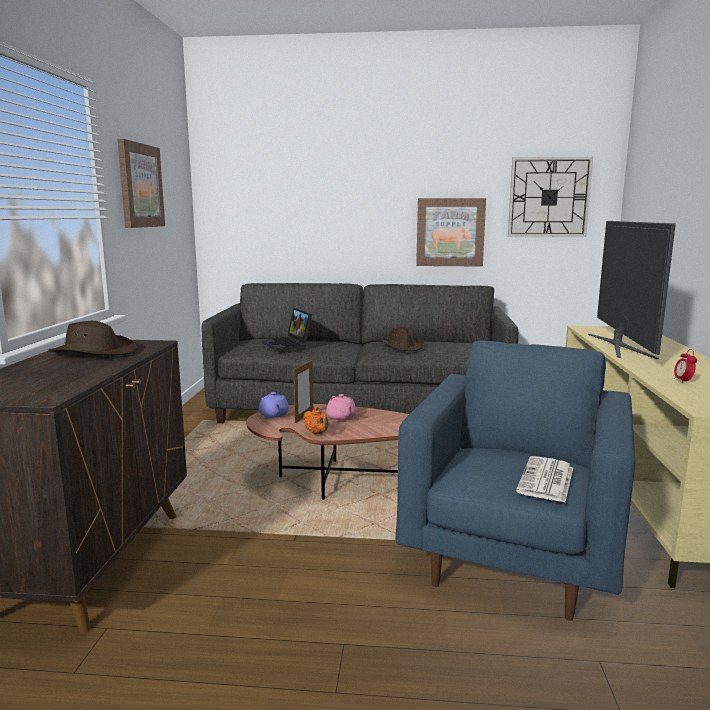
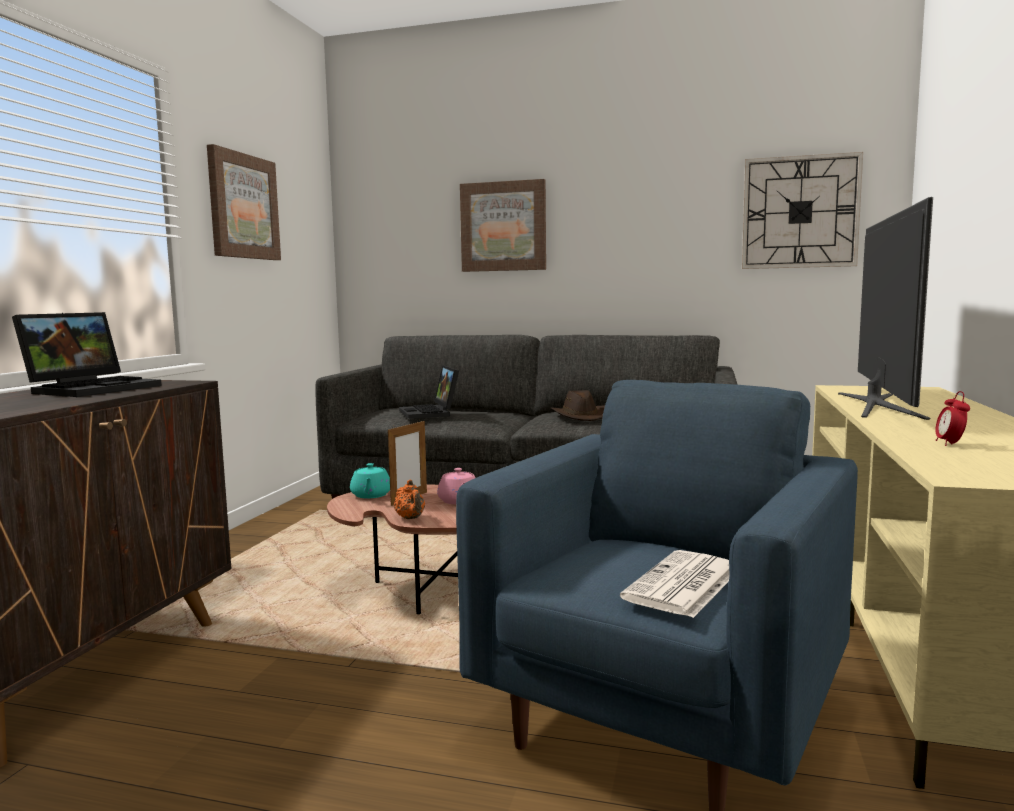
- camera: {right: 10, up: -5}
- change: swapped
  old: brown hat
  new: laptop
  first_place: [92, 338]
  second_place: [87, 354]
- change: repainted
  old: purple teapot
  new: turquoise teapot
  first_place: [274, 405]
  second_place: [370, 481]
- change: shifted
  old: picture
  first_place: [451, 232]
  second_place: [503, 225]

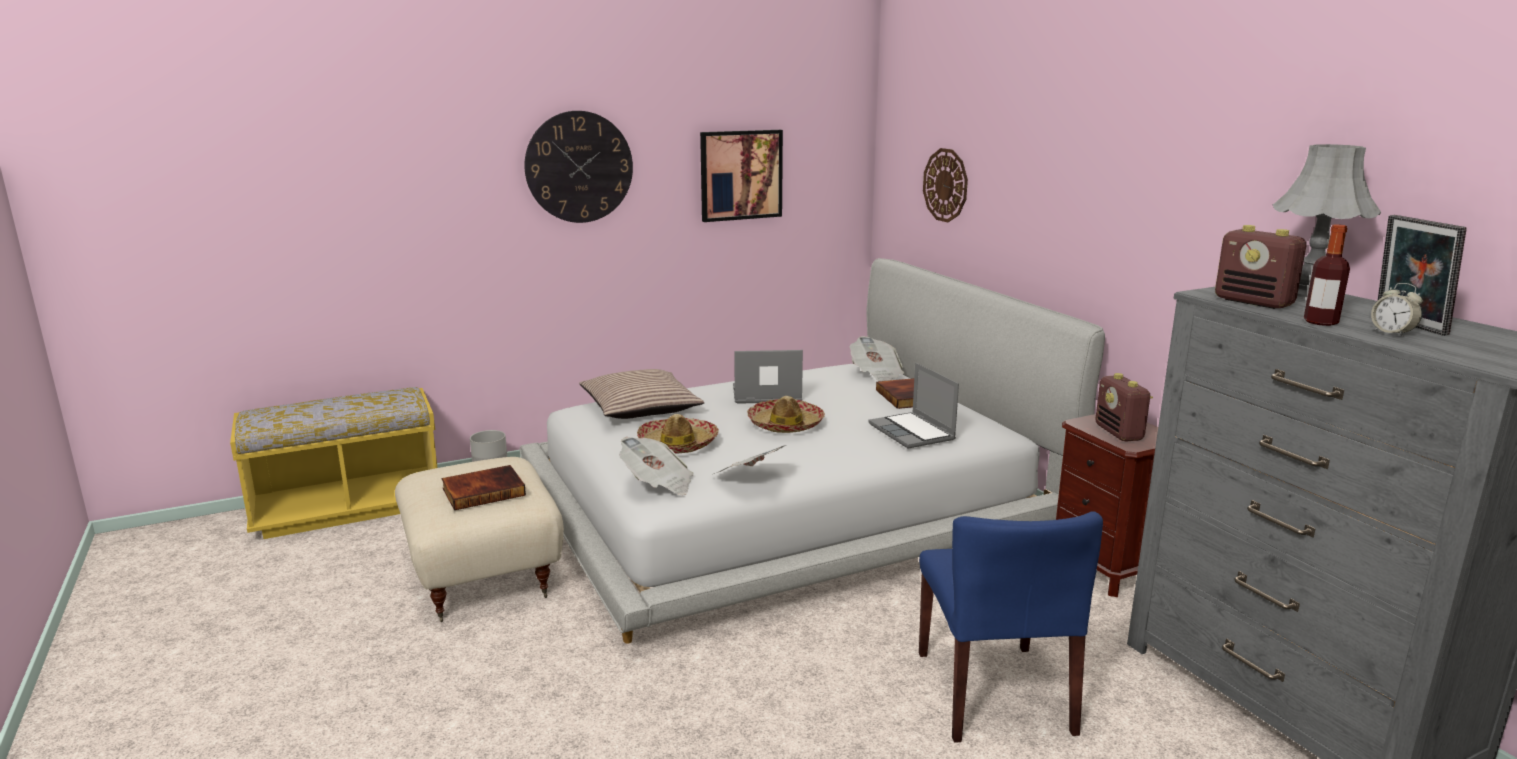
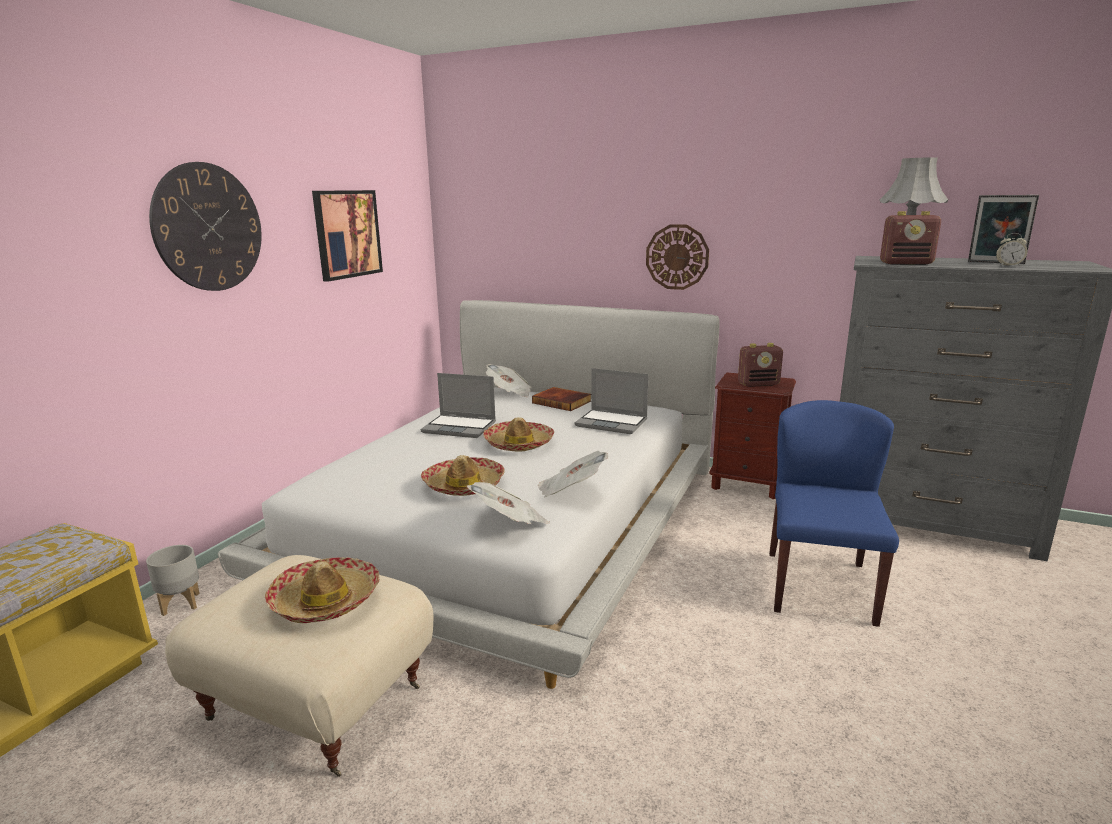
- camera: {right: -40, up: 0}
- change: swapped
  old: book
  new: hat
  first_place: [483, 487]
  second_place: [322, 590]
- change: rotated
  old: laptop
  first_place: [768, 377]
  second_place: [458, 405]
  degrees: -120
- change: shifted
  old: wall clock
  first_place: [945, 185]
  second_place: [677, 257]
- change: rotated
  old: radio
  first_place: [1124, 407]
  second_place: [760, 365]
  degrees: -45
- change: rotated
  old: blue chair
  first_place: [1011, 627]
  second_place: [834, 513]
  degrees: -120
- change: gone
  old: pillow
  first_place: [641, 394]
- change: gone
  old: bottle
  first_place: [1327, 275]

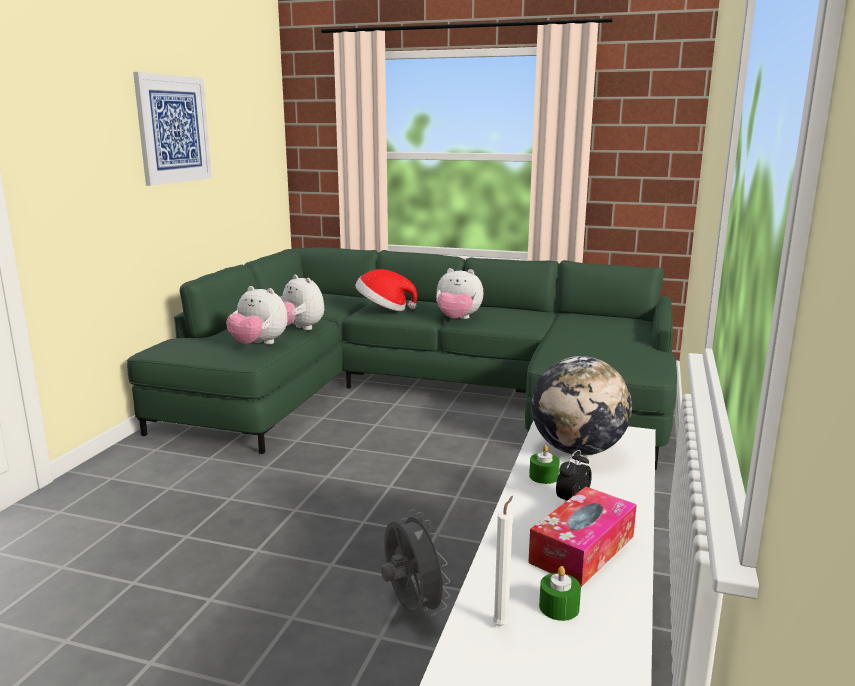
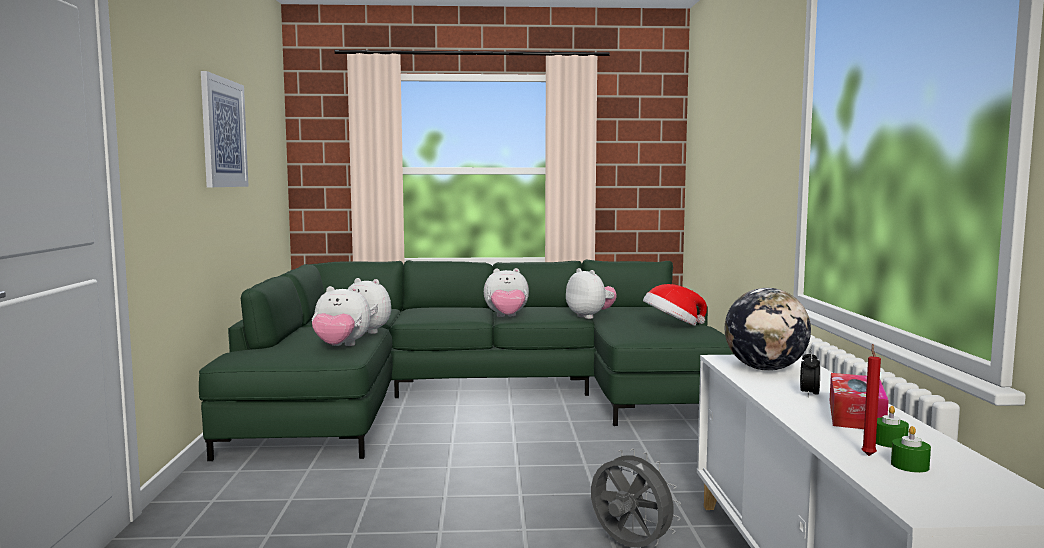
- camera: {right: -20, up: -10}
- change: new
  new: plush toy
  second_place: [591, 293]
- change: shifted
  old: hat
  first_place: [386, 290]
  second_place: [675, 305]
- change: repainted
  old: white candle
  new: red candle
  first_place: [503, 560]
  second_place: [871, 400]
- change: shifted
  old: green candle
  first_place: [544, 464]
  second_place: [911, 449]

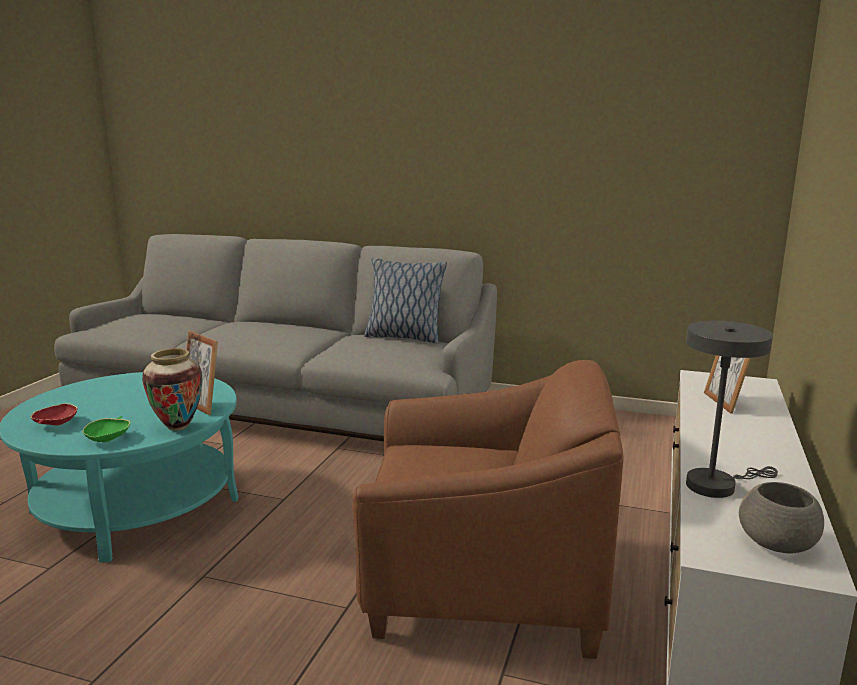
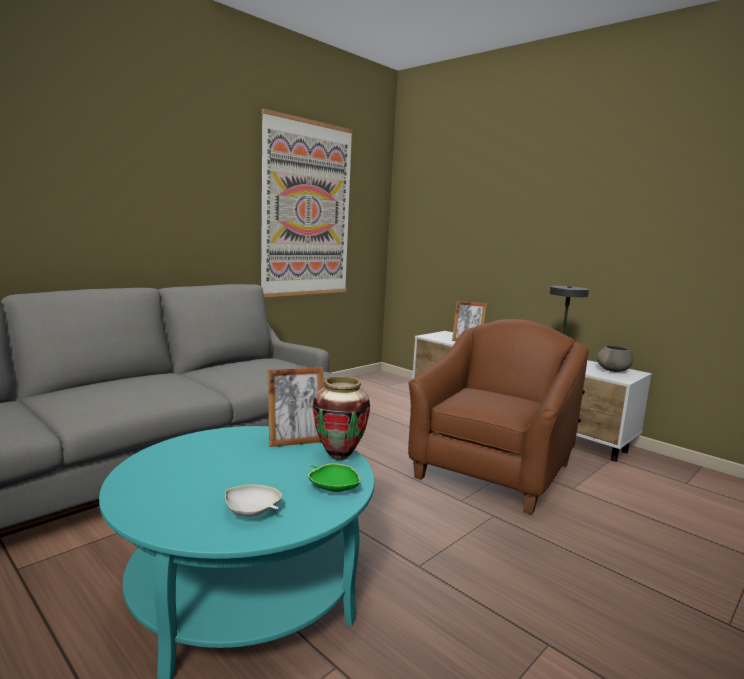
- camera: {right: -65, up: -5}
- change: repainted
  old: red bowl
  new: white bowl
  first_place: [54, 414]
  second_place: [253, 500]
- change: new
  new: picture
  second_place: [307, 203]
- change: gone
  old: pillow
  first_place: [405, 301]

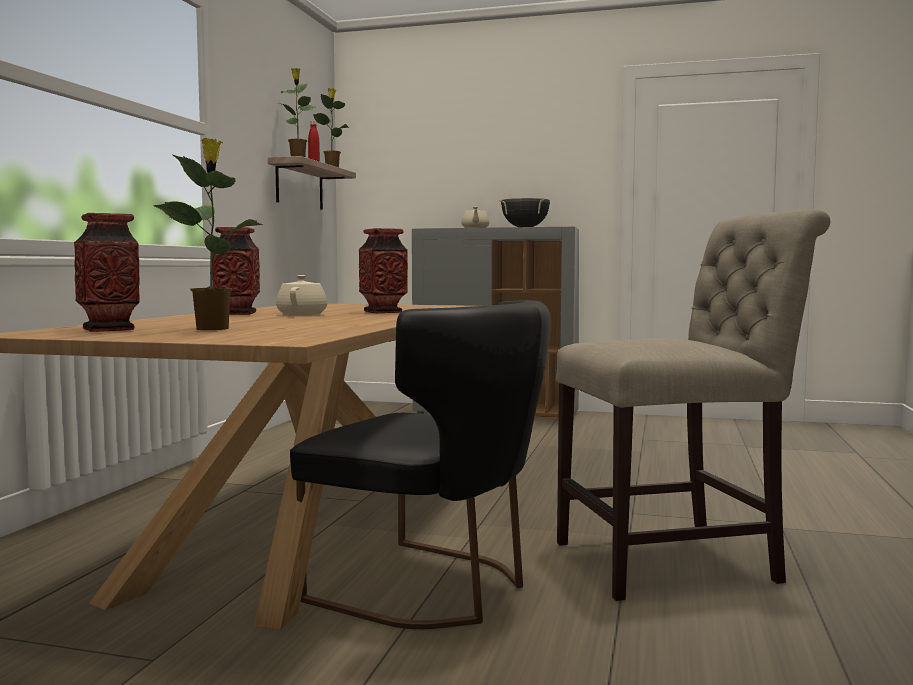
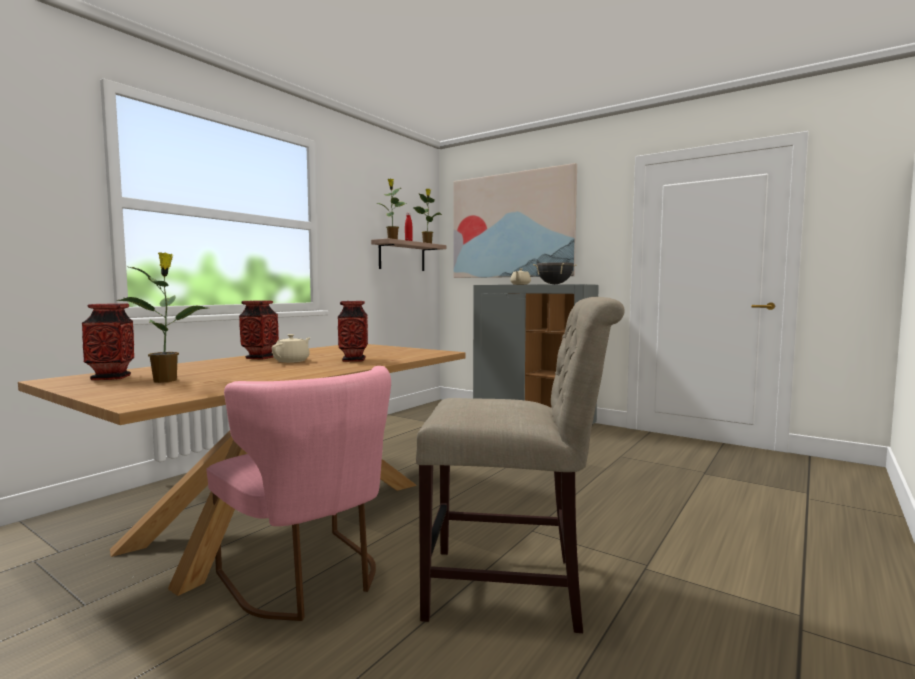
- camera: {right: 20, up: 0}
- change: repainted
  old: black chair
  new: pink chair
  first_place: [420, 464]
  second_place: [298, 493]
- change: new
  new: picture
  second_place: [515, 220]

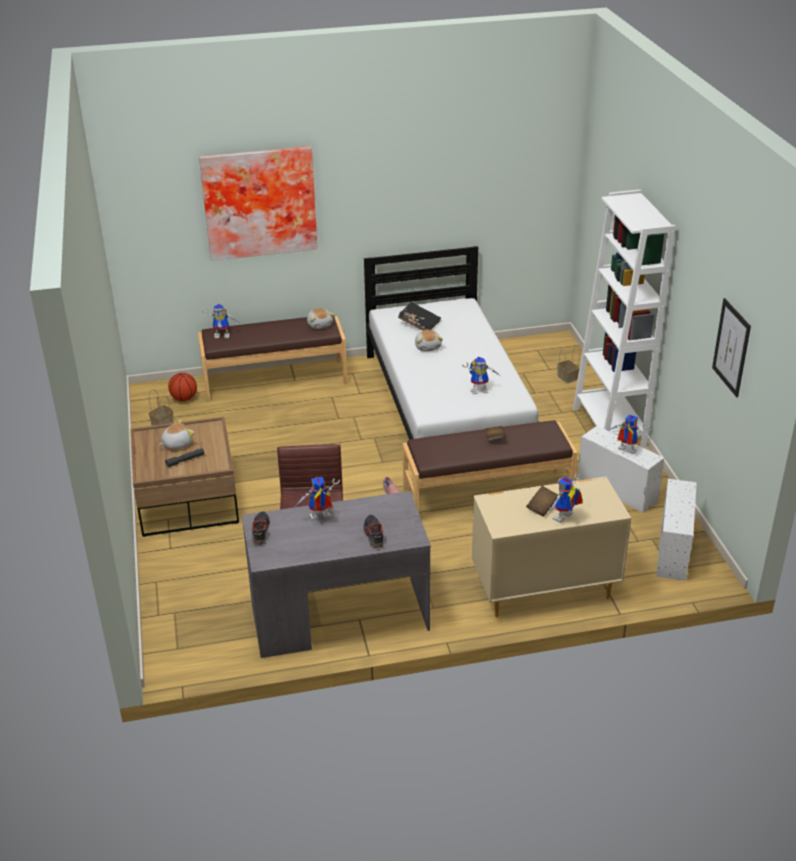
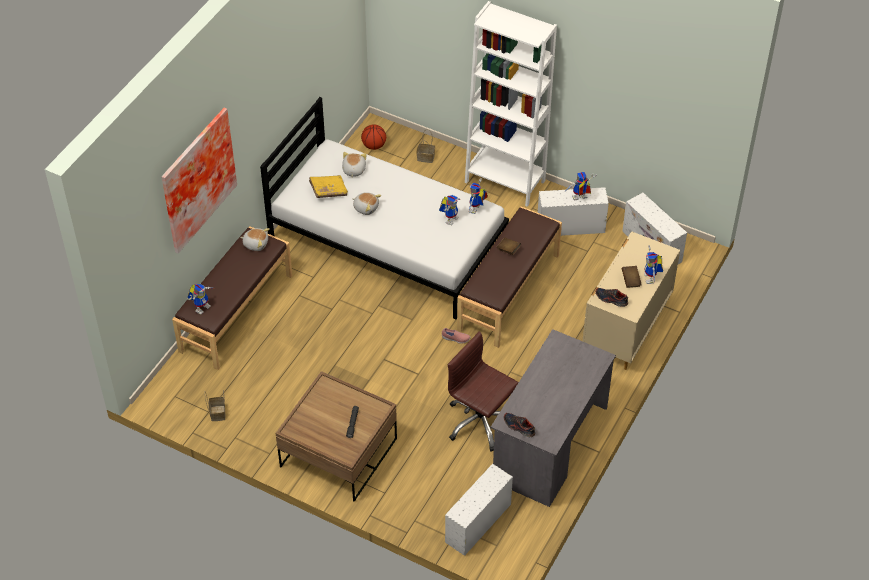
- camera: {right: -50, up: 15}
- change: repainted
  old: black book
  new: yellow book
  first_place: [419, 316]
  second_place: [328, 186]
- change: shifted
  old: plush toy
  first_place: [176, 434]
  second_place: [354, 164]
- change: shifted
  old: basketball
  first_place: [182, 387]
  second_place: [373, 137]
- change: new
  new: white storage box
  second_place: [479, 510]
- change: shifted
  old: toy robot
  first_place: [318, 499]
  second_place: [478, 196]
- change: shifted
  old: shoe
  first_place: [373, 531]
  second_place: [612, 297]
- change: gone
  old: picture
  first_place: [731, 347]

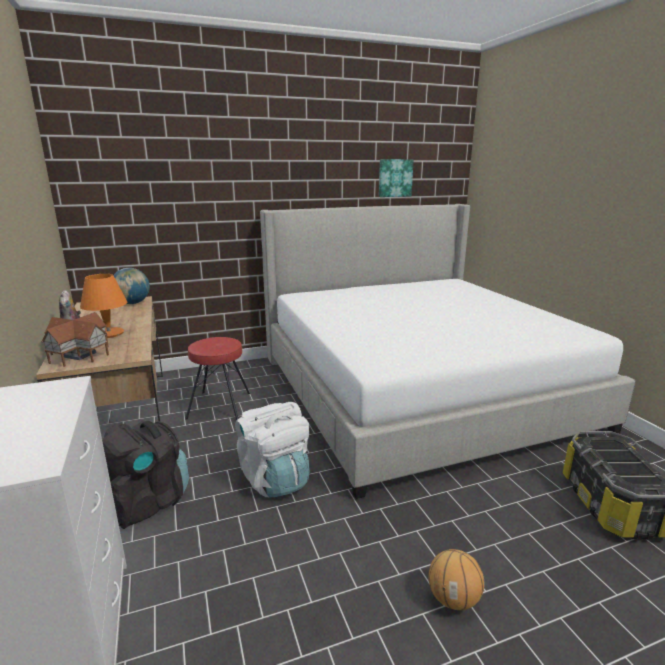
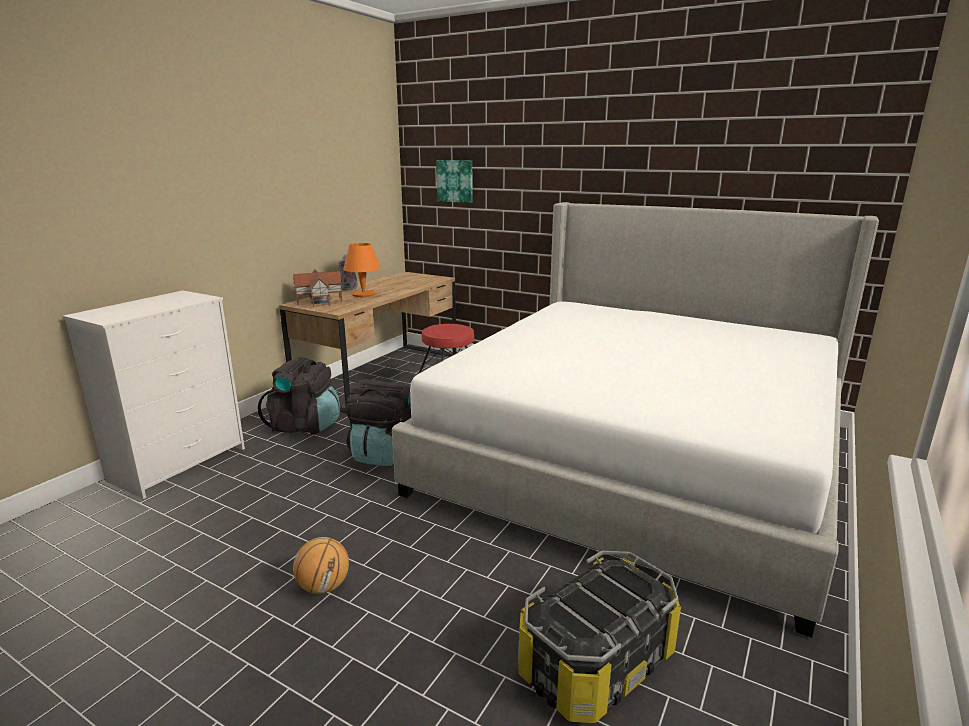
- camera: {right: 50, up: 0}
- change: repainted
  old: white backpack
  new: black backpack
  first_place: [272, 450]
  second_place: [378, 422]
- change: shifted
  old: picture
  first_place: [396, 178]
  second_place: [454, 181]
- change: gone
  old: globe
  first_place: [131, 286]

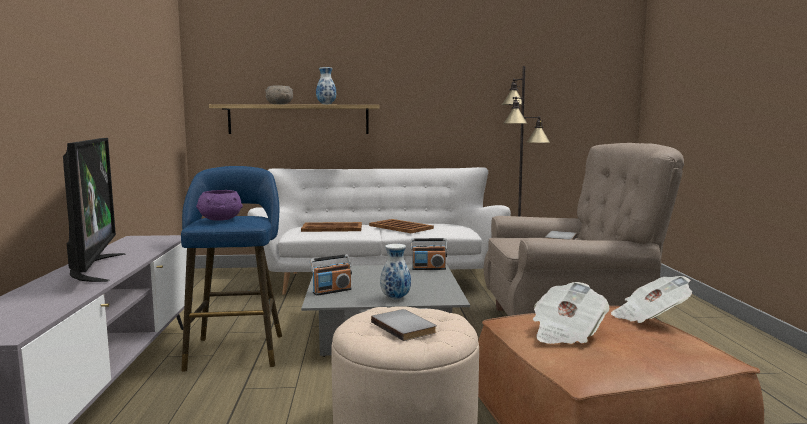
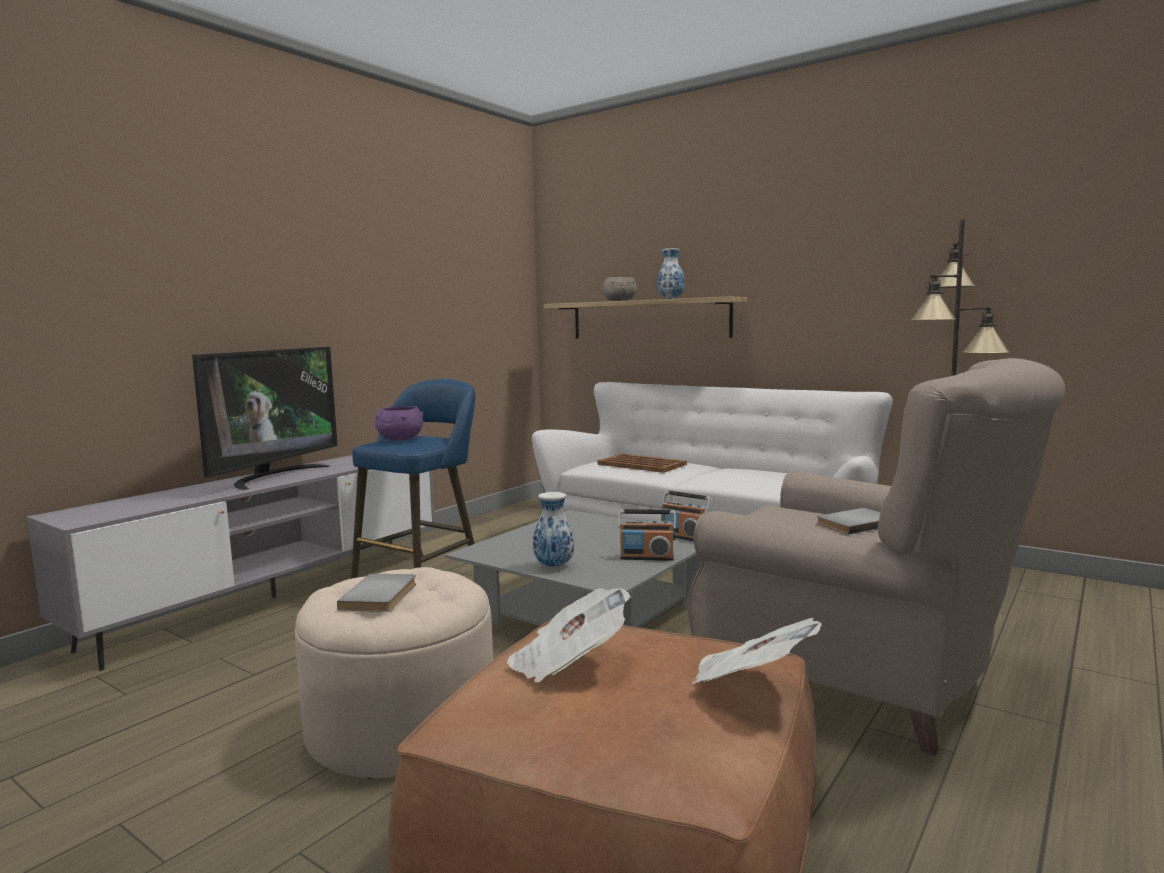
- camera: {right: 40, up: 0}
- change: shifted
  old: radio
  first_place: [331, 275]
  second_place: [647, 535]
- change: gone
  old: brown tray
  first_place: [401, 226]

